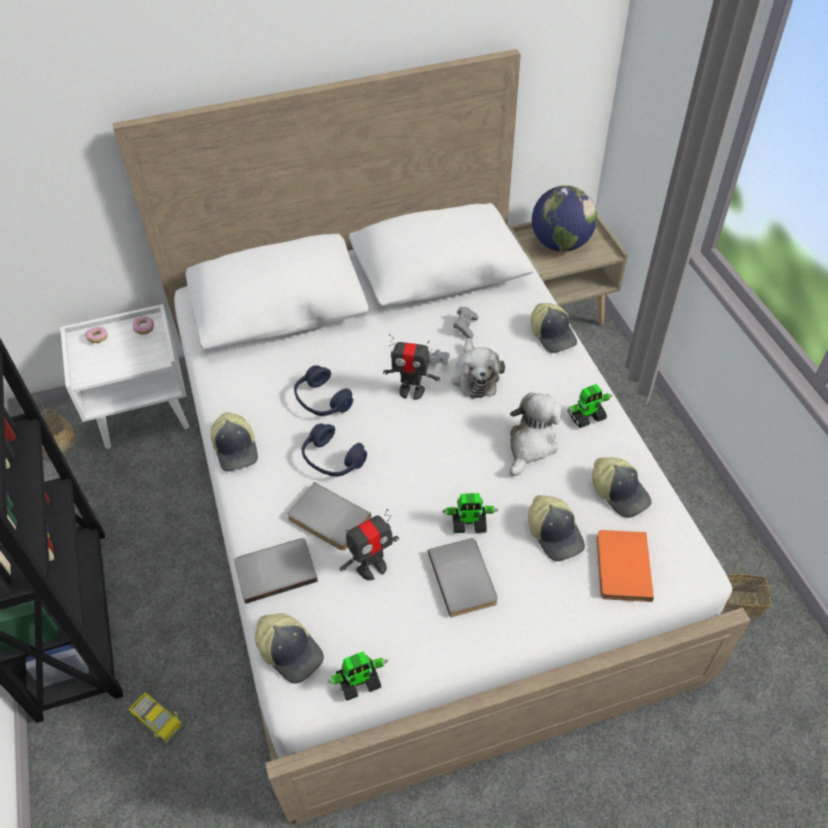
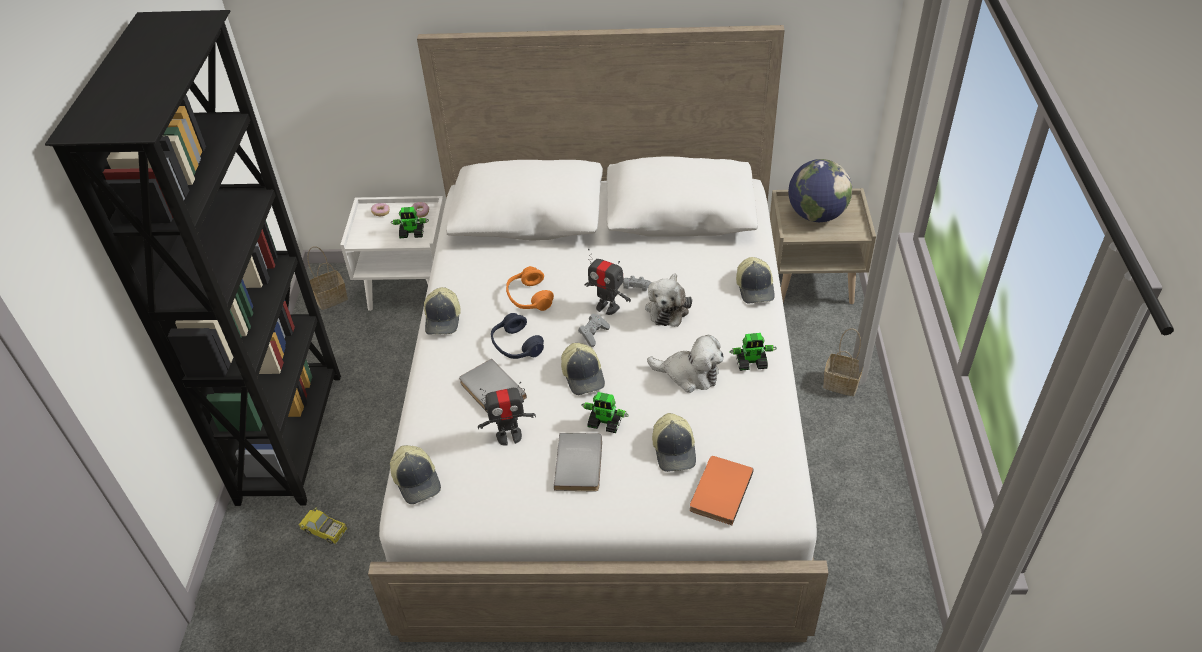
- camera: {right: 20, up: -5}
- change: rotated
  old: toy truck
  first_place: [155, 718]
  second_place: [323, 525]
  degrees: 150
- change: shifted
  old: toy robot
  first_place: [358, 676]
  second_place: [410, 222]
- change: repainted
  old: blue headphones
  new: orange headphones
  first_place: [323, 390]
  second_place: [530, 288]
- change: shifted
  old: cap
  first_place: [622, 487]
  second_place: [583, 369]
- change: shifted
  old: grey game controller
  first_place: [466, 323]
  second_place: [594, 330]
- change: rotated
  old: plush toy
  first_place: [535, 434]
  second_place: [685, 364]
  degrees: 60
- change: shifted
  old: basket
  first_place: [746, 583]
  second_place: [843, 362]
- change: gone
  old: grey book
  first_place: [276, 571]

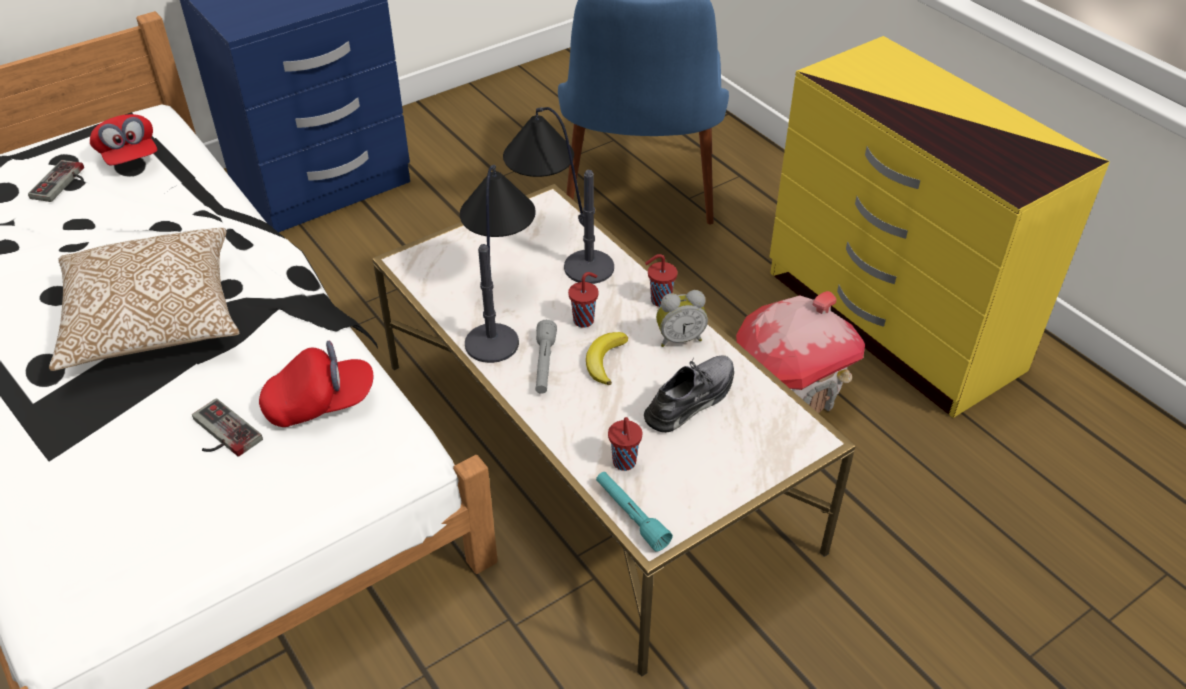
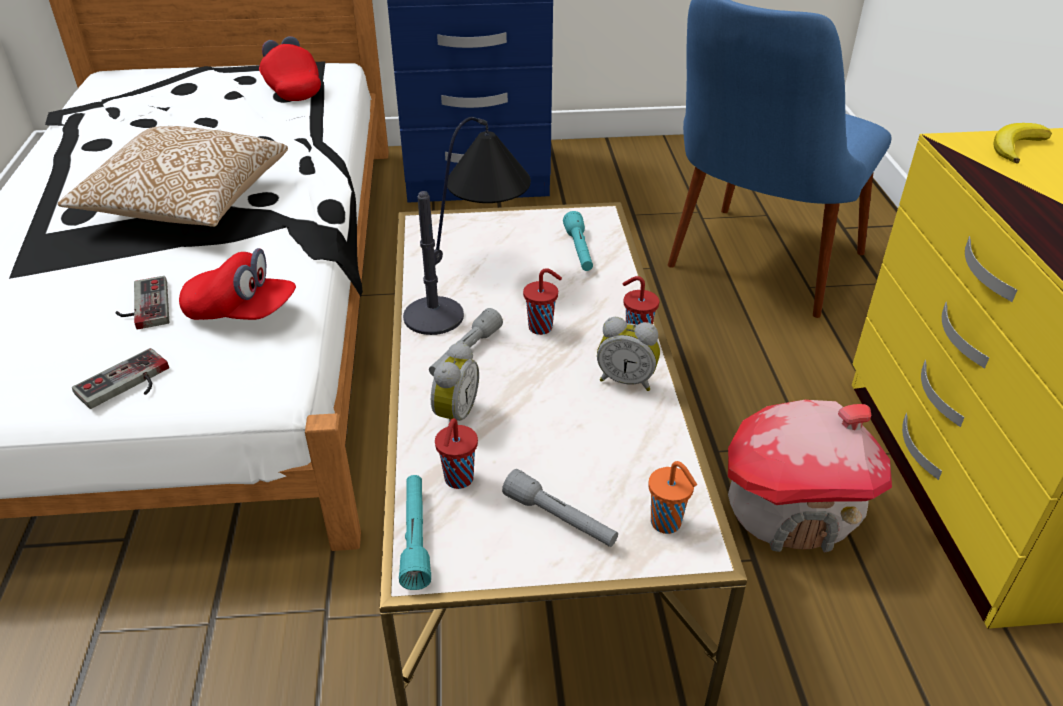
- camera: {right: 30, up: -5}
- change: shifted
  old: game controller
  first_place: [56, 181]
  second_place: [120, 378]
- change: rotated
  old: red cap
  first_place: [123, 140]
  second_place: [290, 68]
  degrees: 150
- change: new
  new: alarm clock
  second_place: [455, 382]
- change: new
  new: grey flashlight
  second_place: [560, 508]
- change: swapped
  old: table lamp
  new: turquoise flashlight
  first_place: [558, 195]
  second_place: [578, 241]
- change: new
  new: orange cup
  second_place: [672, 497]
- change: shifted
  old: banana
  first_place: [607, 358]
  second_place: [1022, 143]
- change: gone
  old: grey shoe
  first_place: [689, 394]

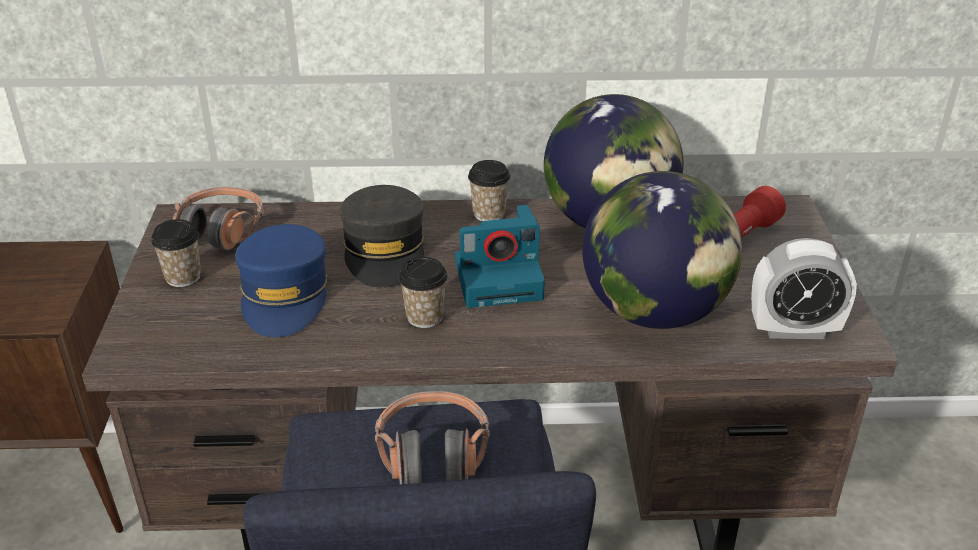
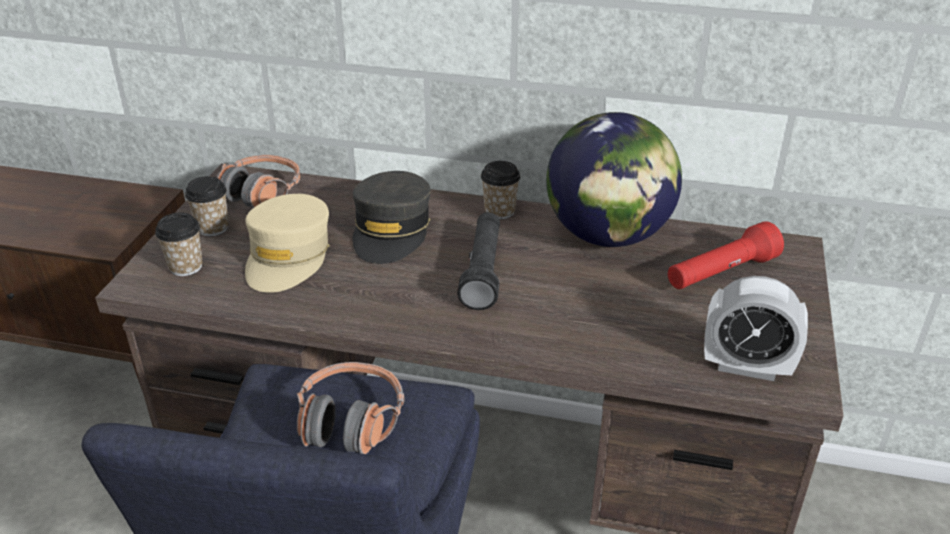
- camera: {right: 15, up: 0}
- change: shifted
  old: cup
  first_place: [423, 292]
  second_place: [179, 244]
- change: repainted
  old: blue cap
  new: beige cap
  first_place: [281, 280]
  second_place: [287, 243]
- change: swapped
  old: photo camera
  new: black flashlight
  first_place: [500, 256]
  second_place: [478, 261]
- change: gone
  old: globe
  first_place: [662, 250]

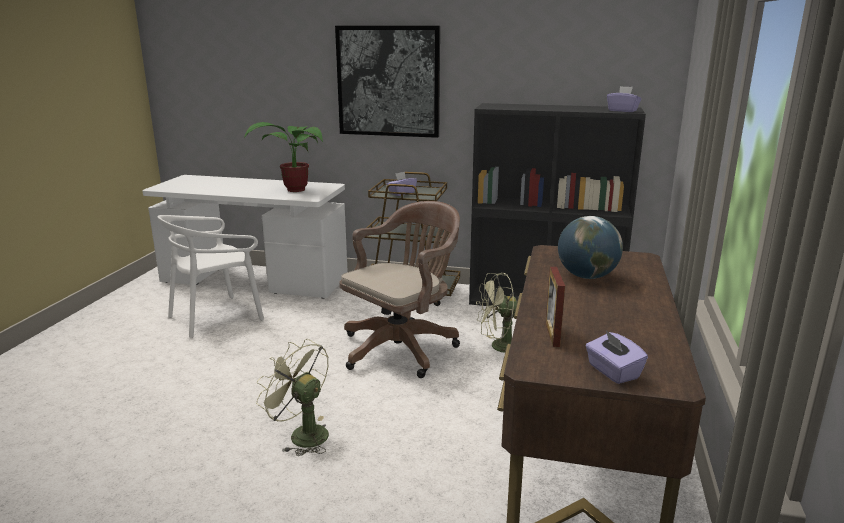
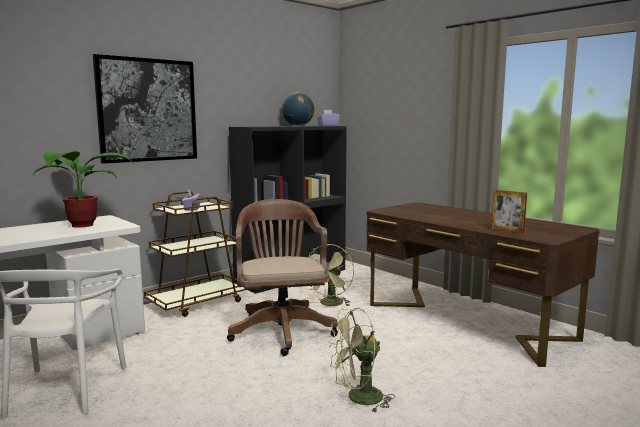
- camera: {right: -55, up: -10}
- change: shifted
  old: globe
  first_place: [590, 247]
  second_place: [298, 109]
- change: gone
  old: purple tissue box
  first_place: [617, 357]

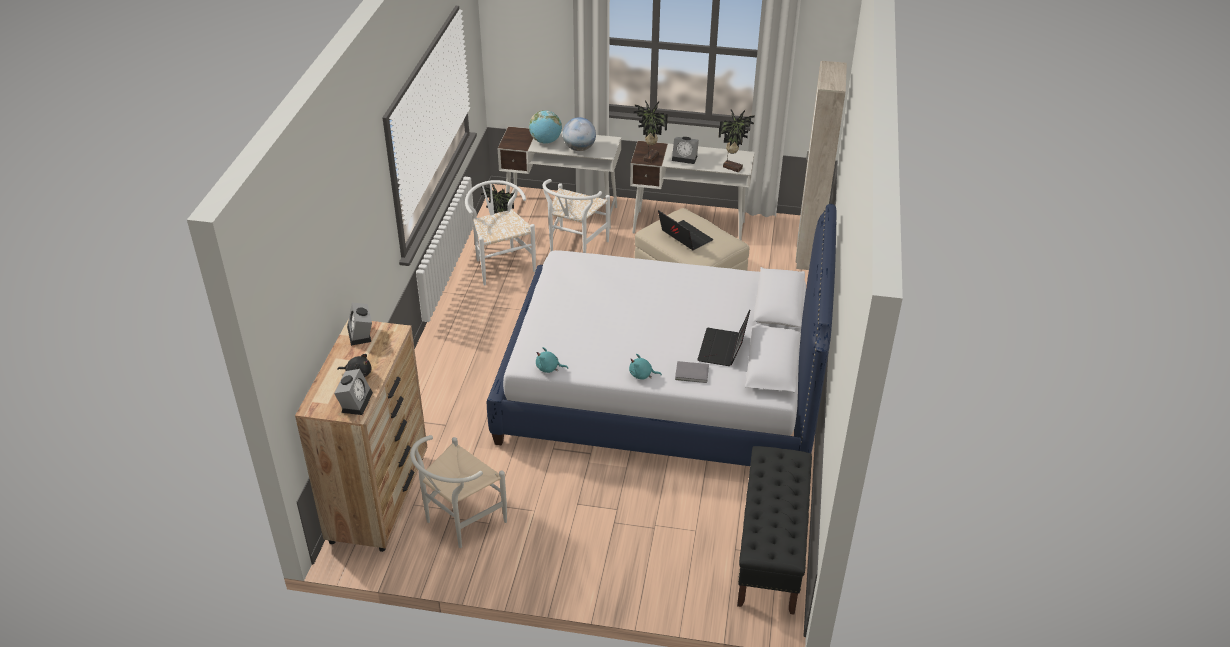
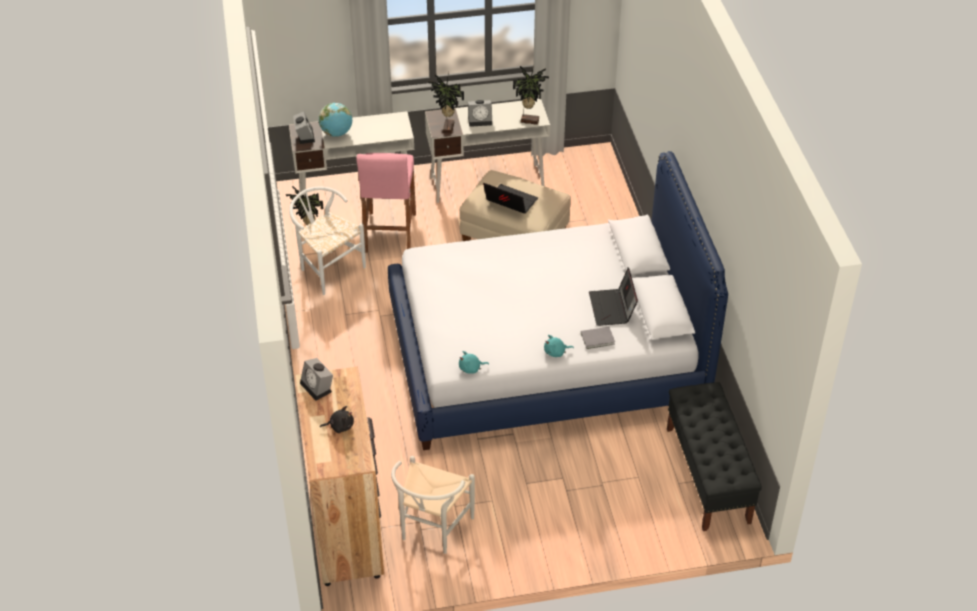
- camera: {right: -20, up: 5}
- change: shifted
  old: alarm clock
  first_place: [353, 392]
  second_place: [304, 128]
- change: swapped
  old: white chair
  new: pink stool
  first_place: [576, 216]
  second_place: [386, 203]
- change: gone
  old: globe
  first_place: [579, 134]
- change: gone
  old: beige wardrobe
  first_place: [821, 165]

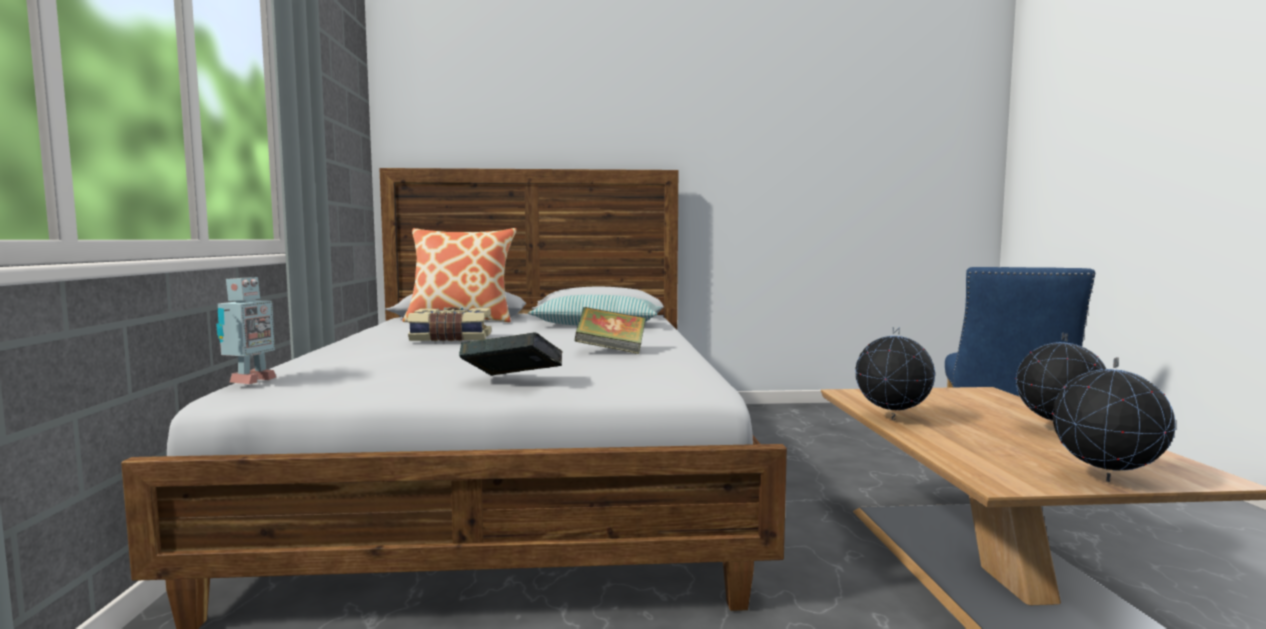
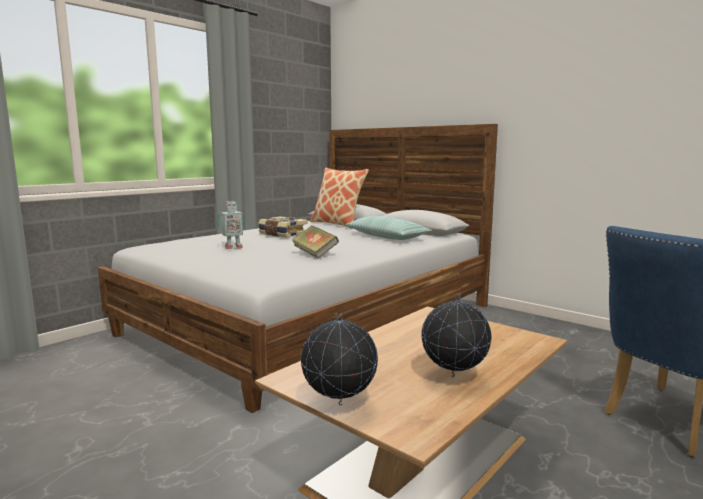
- camera: {right: 45, up: 5}
- change: shifted
  old: toy robot
  first_place: [246, 330]
  second_place: [231, 225]
- change: gone
  old: book
  first_place: [511, 354]
- change: gone
  old: globe
  first_place: [895, 373]

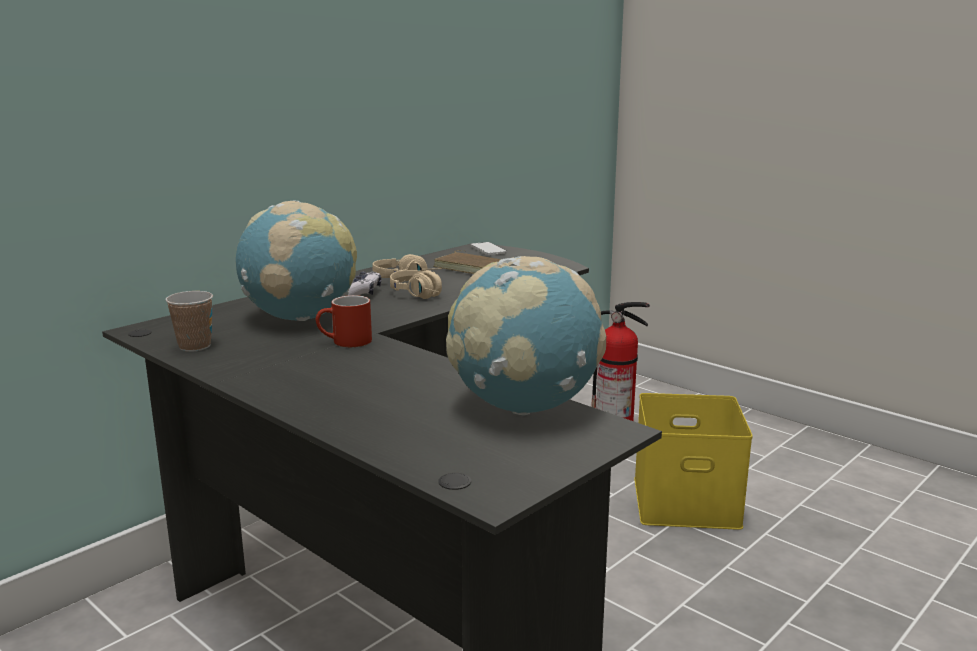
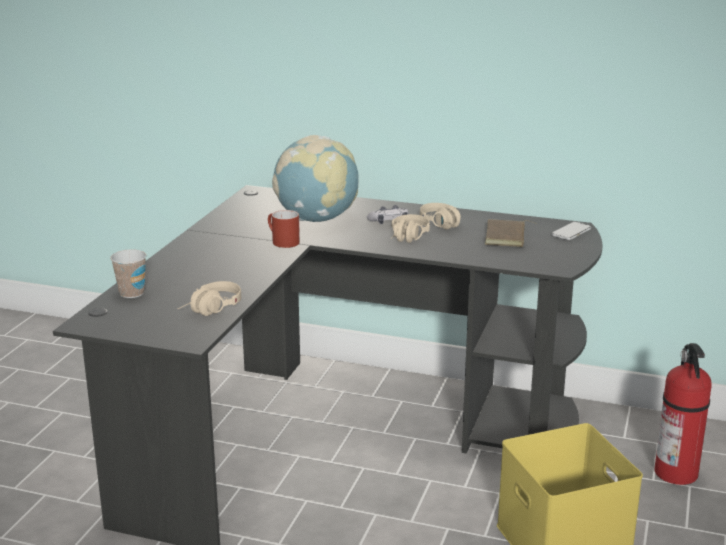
- camera: {right: 65, up: 5}
- change: shifted
  old: cup
  first_place: [189, 321]
  second_place: [128, 273]
- change: swapped
  old: globe
  new: beige headphones
  first_place: [526, 336]
  second_place: [209, 298]

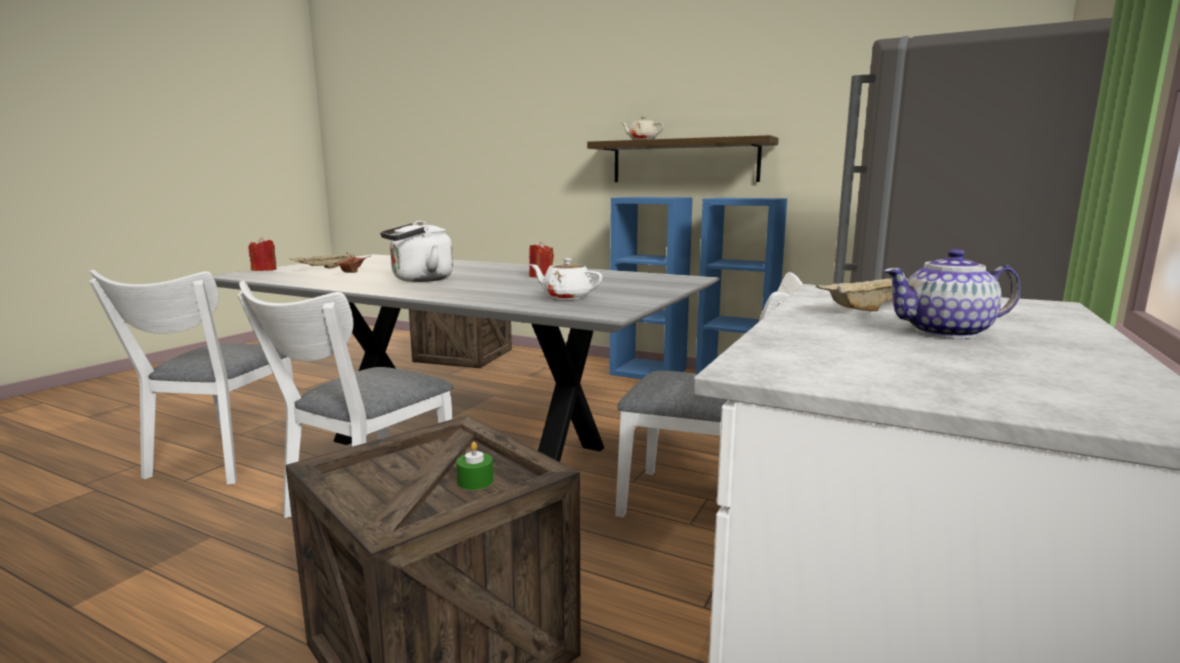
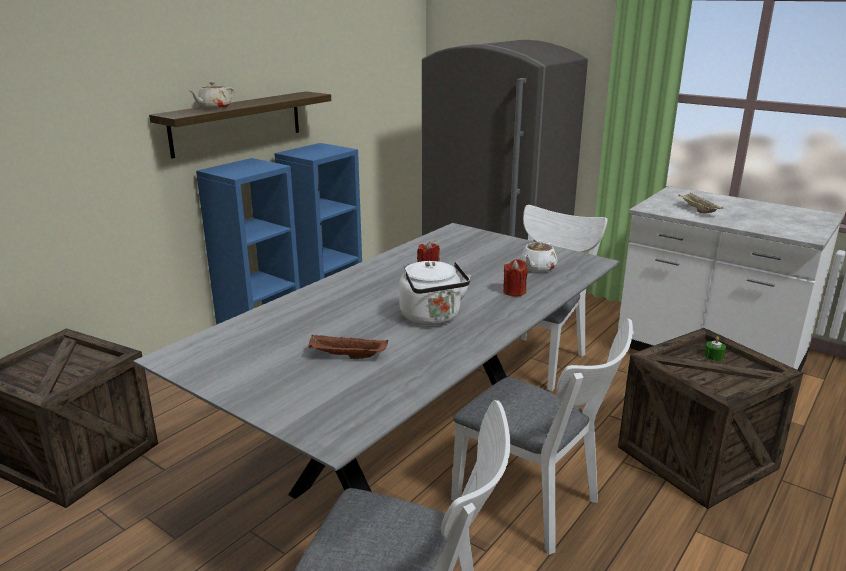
- camera: {right: -80, up: 10}
- change: shifted
  old: red candle
  first_place: [263, 254]
  second_place: [515, 277]
- change: gone
  old: beige tray
  first_place: [322, 260]
- change: gone
  old: teapot
  first_place: [952, 294]

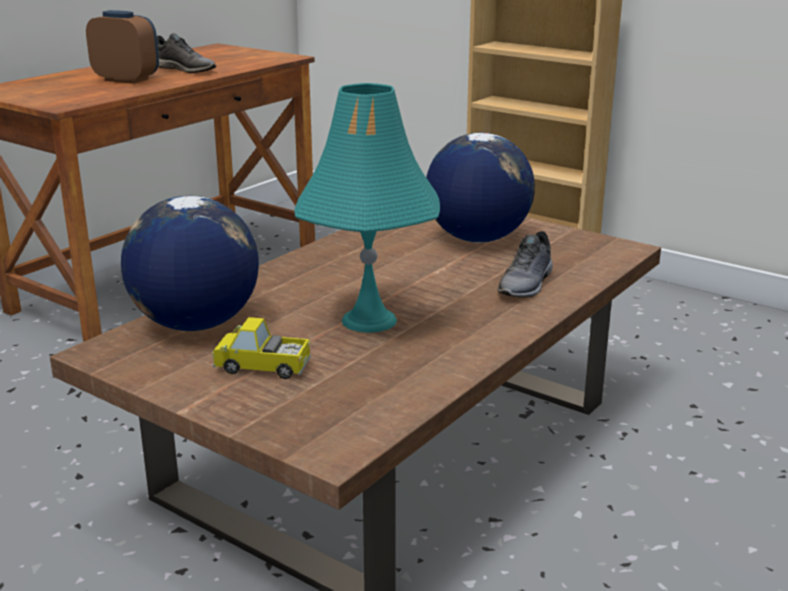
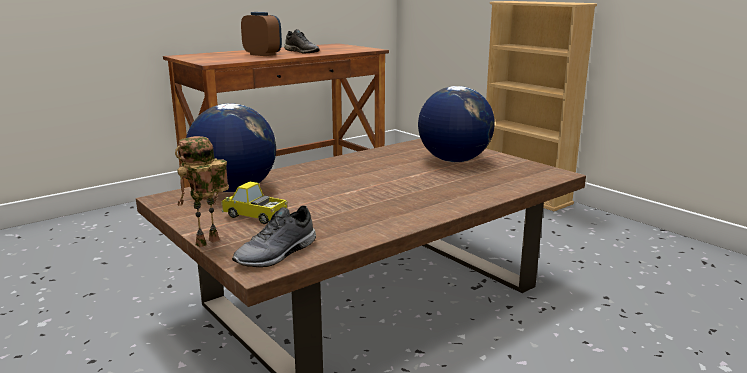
- camera: {right: 15, up: -5}
- change: new
  new: toy robot
  second_place: [202, 191]
- change: shifted
  old: grey shoe
  first_place: [525, 264]
  second_place: [274, 236]
- change: gone
  old: turquoise table lamp
  first_place: [367, 208]

